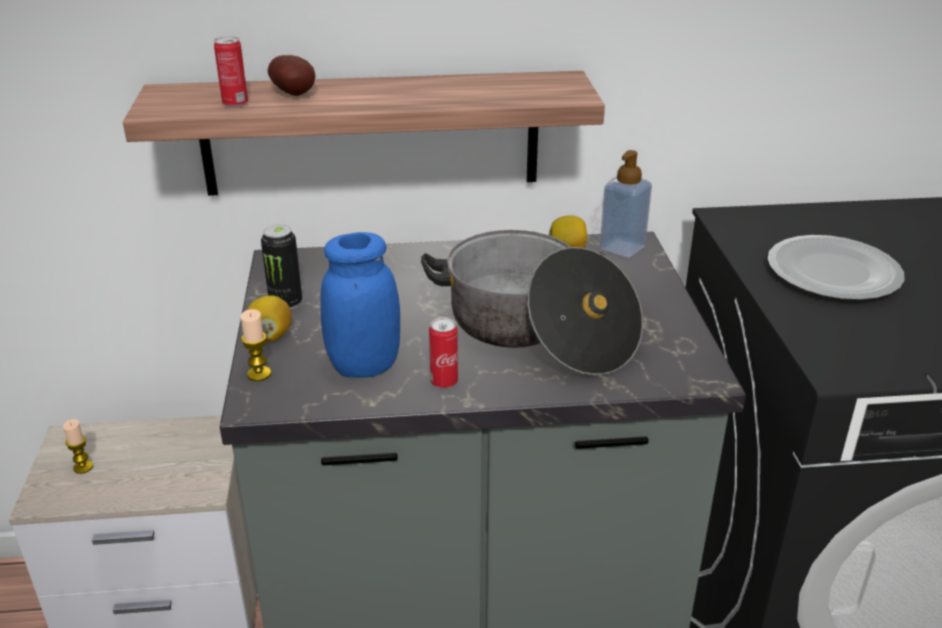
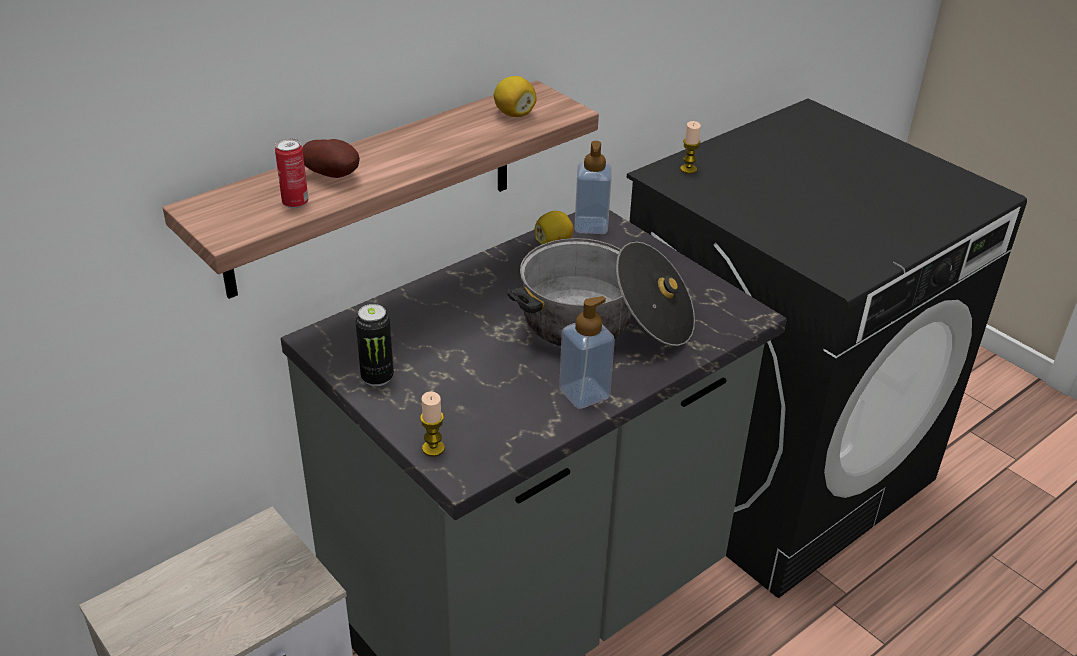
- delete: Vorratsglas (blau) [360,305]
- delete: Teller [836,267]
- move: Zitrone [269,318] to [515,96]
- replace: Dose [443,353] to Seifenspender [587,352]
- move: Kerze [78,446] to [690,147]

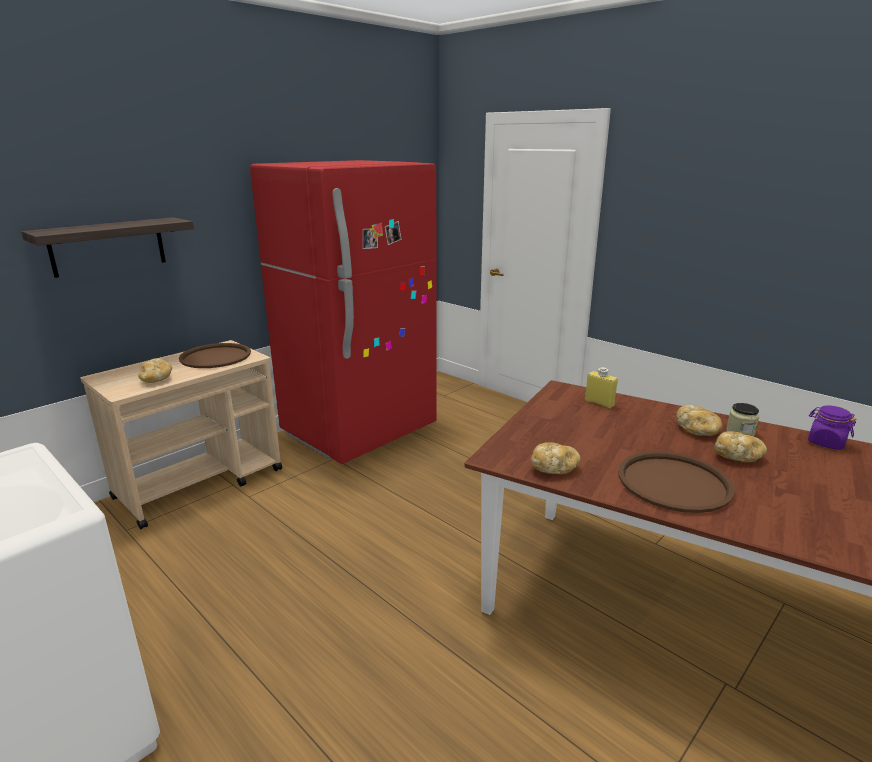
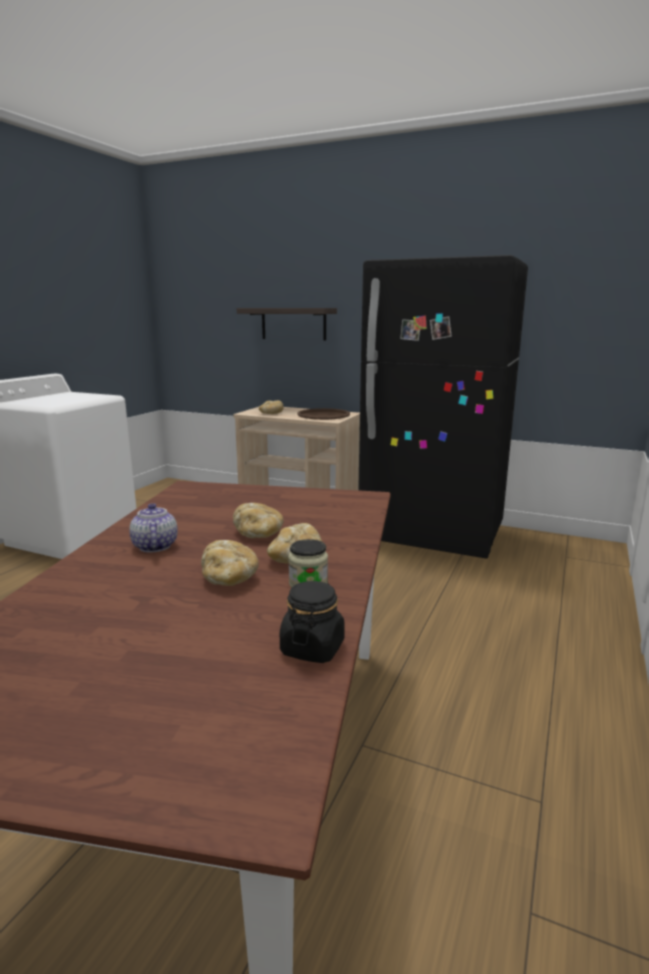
- recolor: Kühlschrank (rot) [343,312] to Kühlschrank (schwarz) [443,407]
- delete: Flasche (gelb) [601,387]
- recolor: Vorratsglas (lila) [832,427] to Vorratsglas (schwarz) [312,622]
- move: Brot [556,458] to [258,520]
- replace: Tablett (braun) [676,482] to Teekanne [153,527]

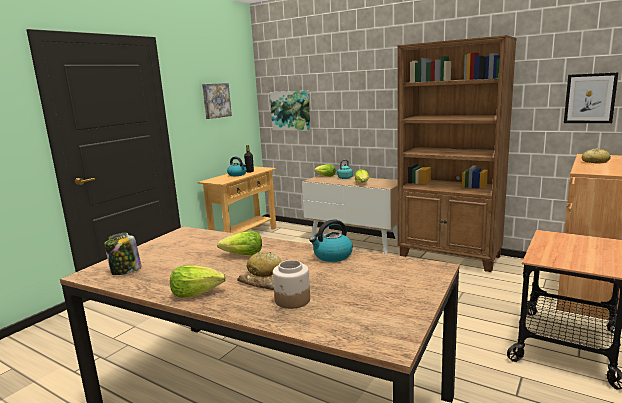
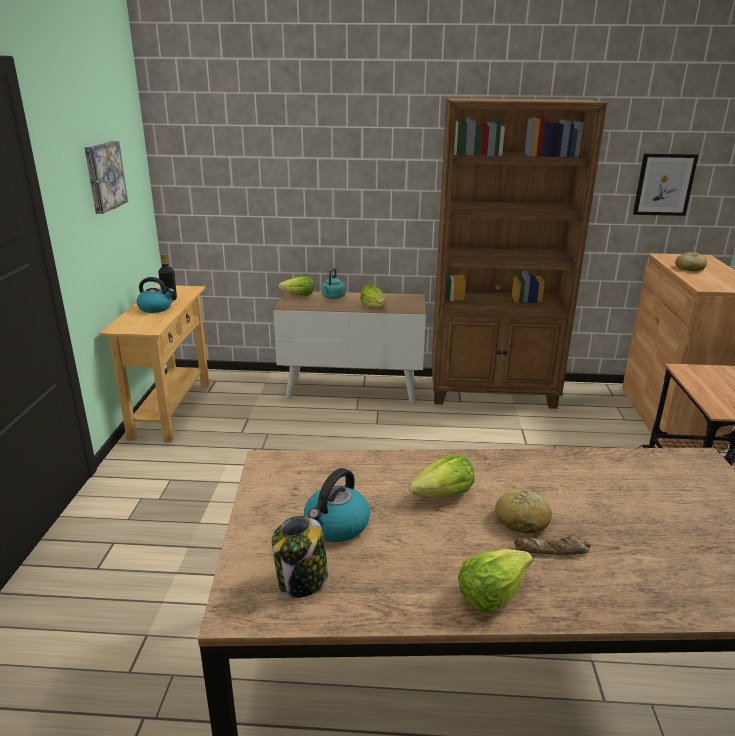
- delete: Bild [290,111]
- move: Wasserkessel [331,240] to [337,505]
- delete: Vorratsglas [291,284]

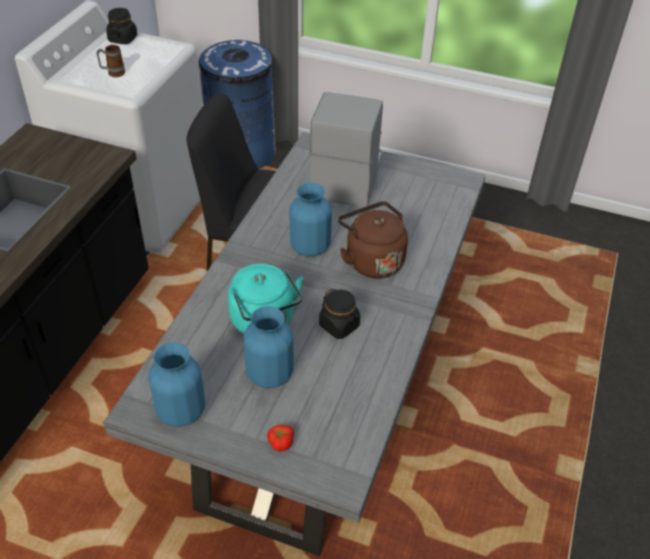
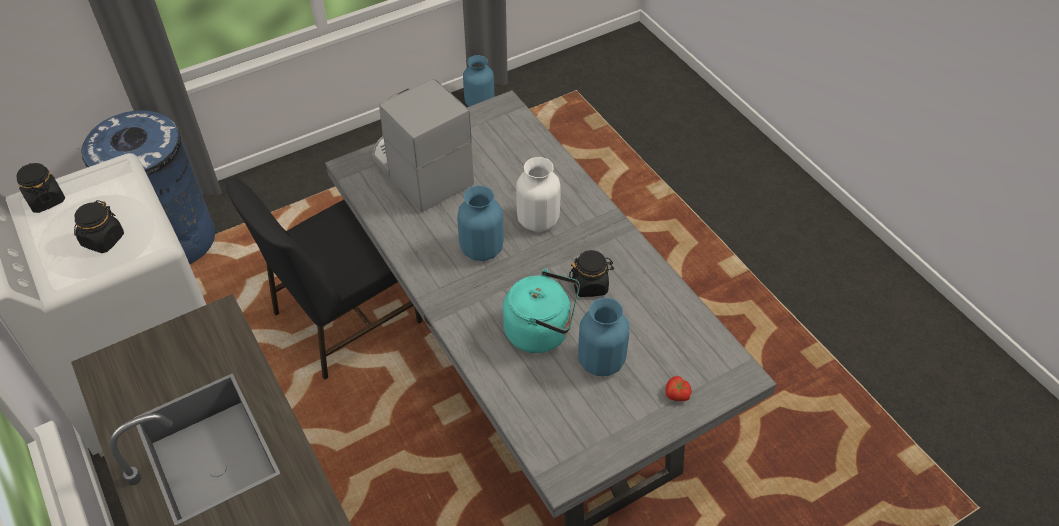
- replace: Henkelbecher [110,61] to Vorratsglas (schwarz) [99,226]
- replace: Wasserkessel (braun) [373,239] to Vase (weiß) [538,194]
- move: Vase (blau) [176,384] to [478,81]

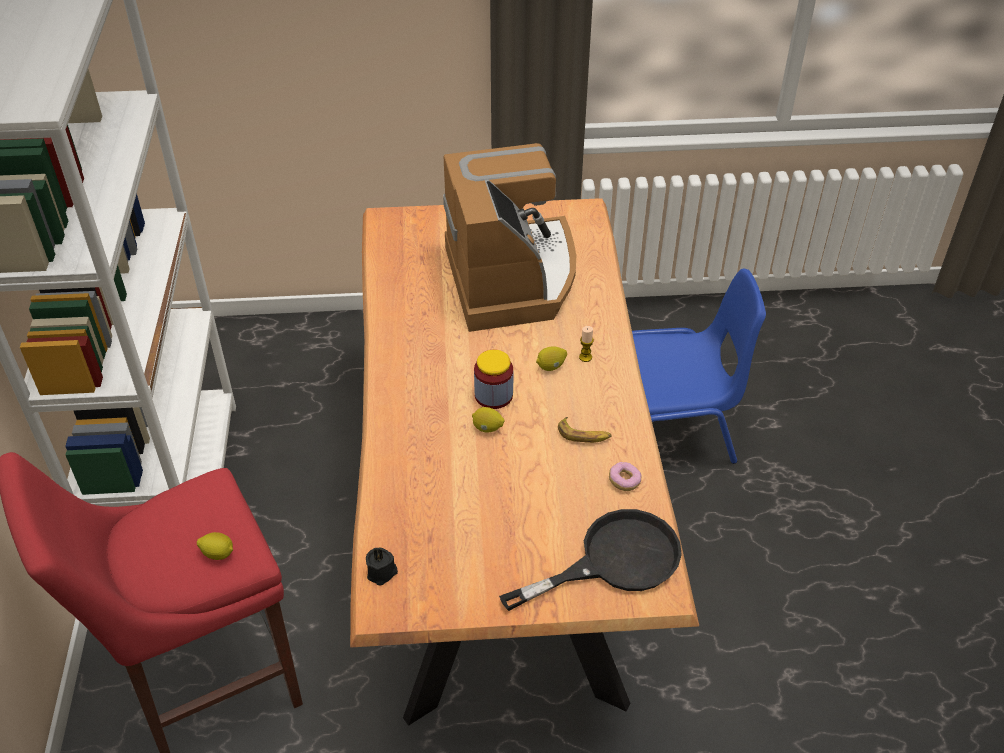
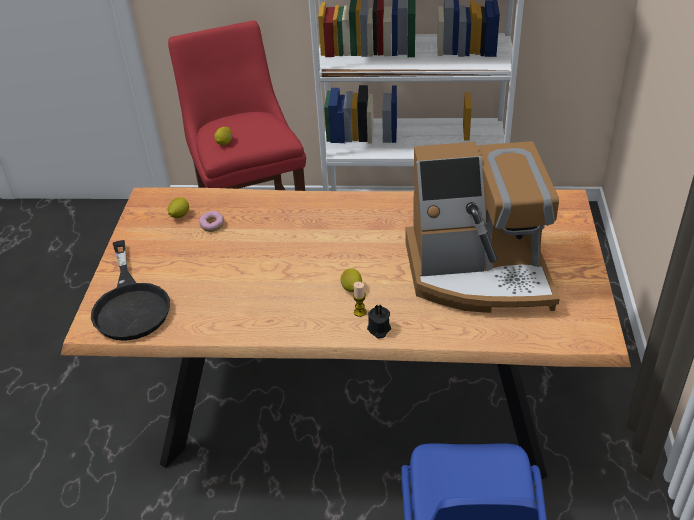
- delete: Vorratsglas [493,379]
- move: Zitrone [488,419] to [178,207]
- delete: Banane [585,430]
- move: Donut [625,476] to [211,221]
- move: Kerze (schwarz) [382,566] to [379,321]

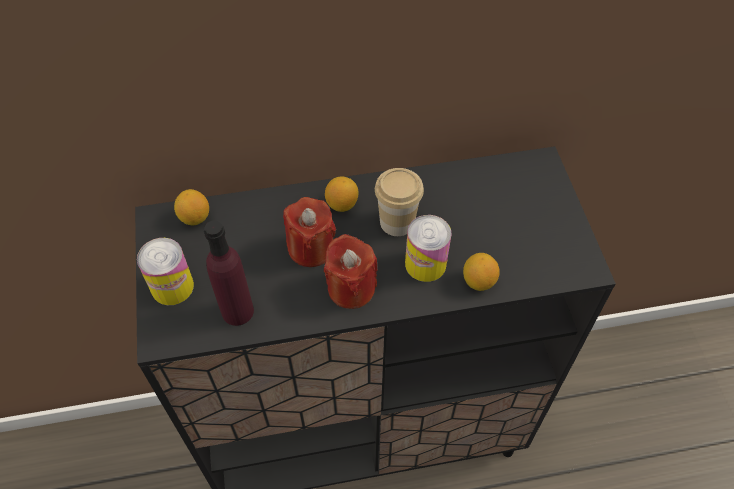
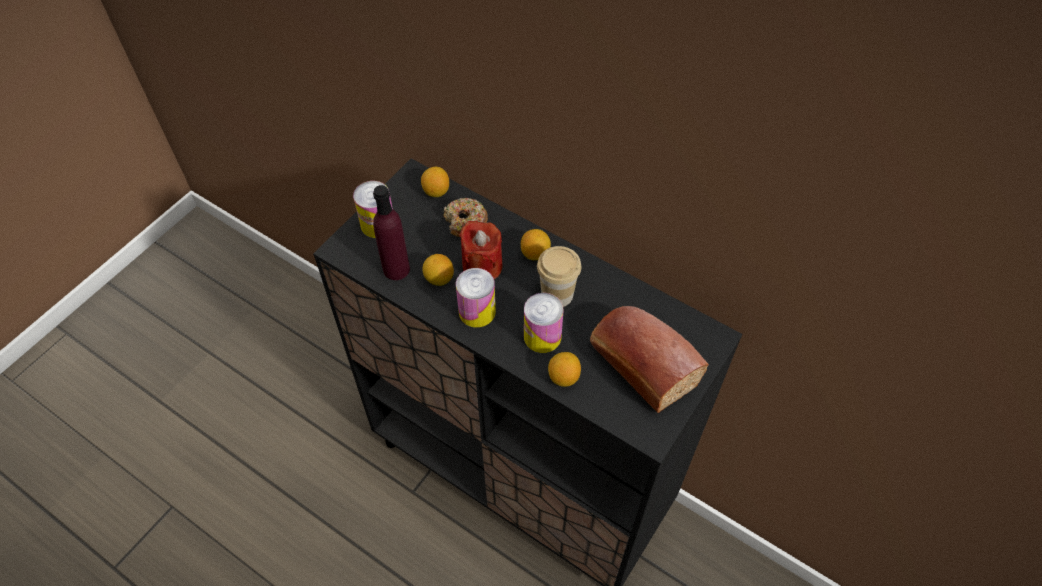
- replace: Kerze (rot) [351,271] to Dose [476,298]
- insert: Donut [465,217]
- insert: Zitrone [438,270]
- insert: Brot [649,359]

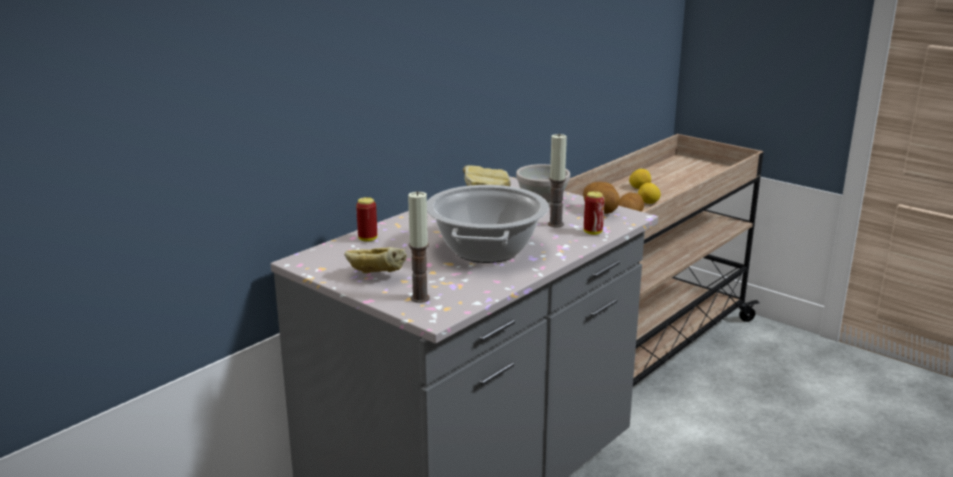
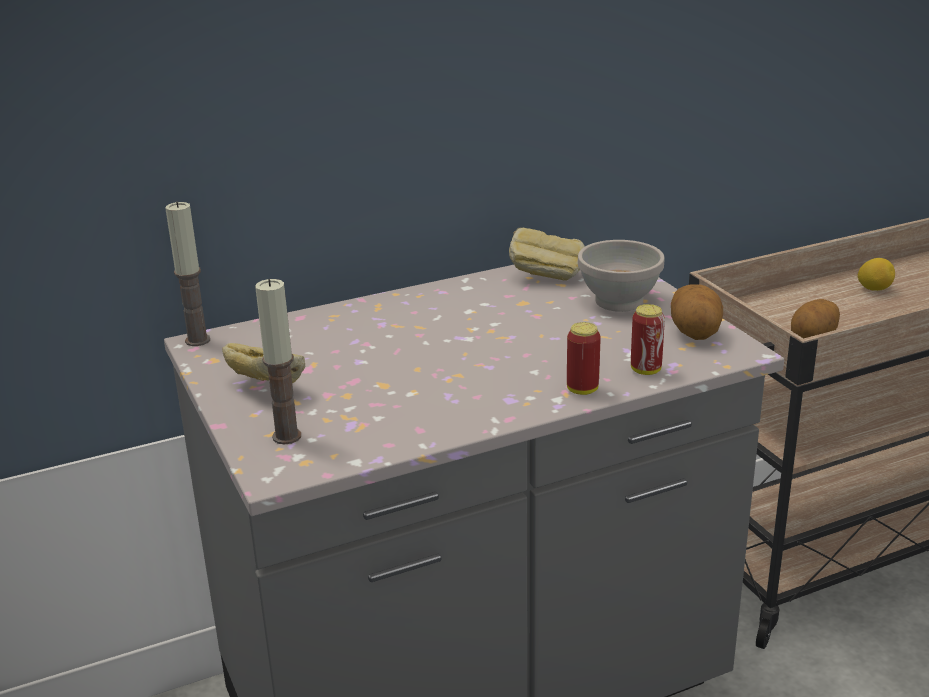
- move: Kerze [557,180] to [187,274]
- delete: Zitrone [649,193]
- delete: Kochtopf [488,224]
- move: Dose [366,219] to [584,358]

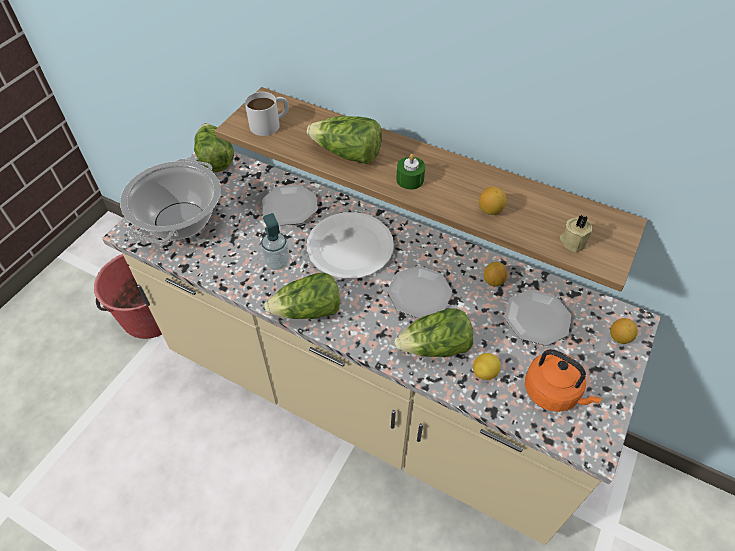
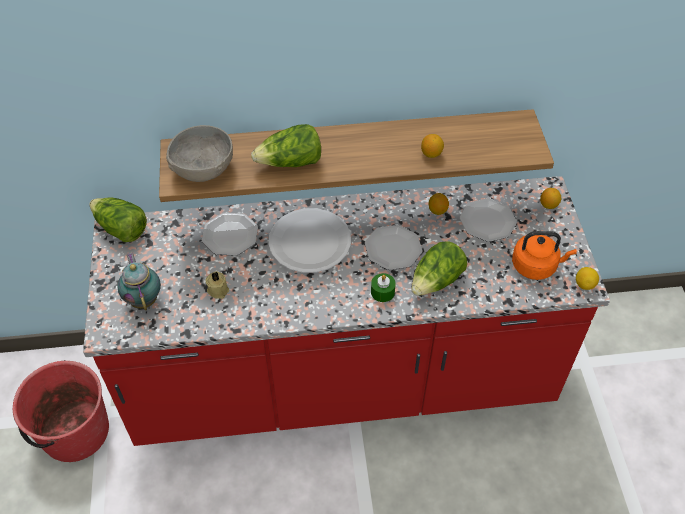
- replace: Henkelbecher (weiß) [267,114] to Schüssel (grau) [199,153]
- recolor: Küchenzeile (beige) [381,348] to Küchenzeile (rot) [346,311]
- move: Kerze (grün) [410,172] to [383,287]
- replace: Kochtopf [170,201] to Teekanne [139,281]
- delete: Seifenspender [275,241]
- move: Kerze (beige) [576,234] to [217,285]
- delete: Salatkopf [302,296]
- move: Zitrone [487,366] to [587,278]

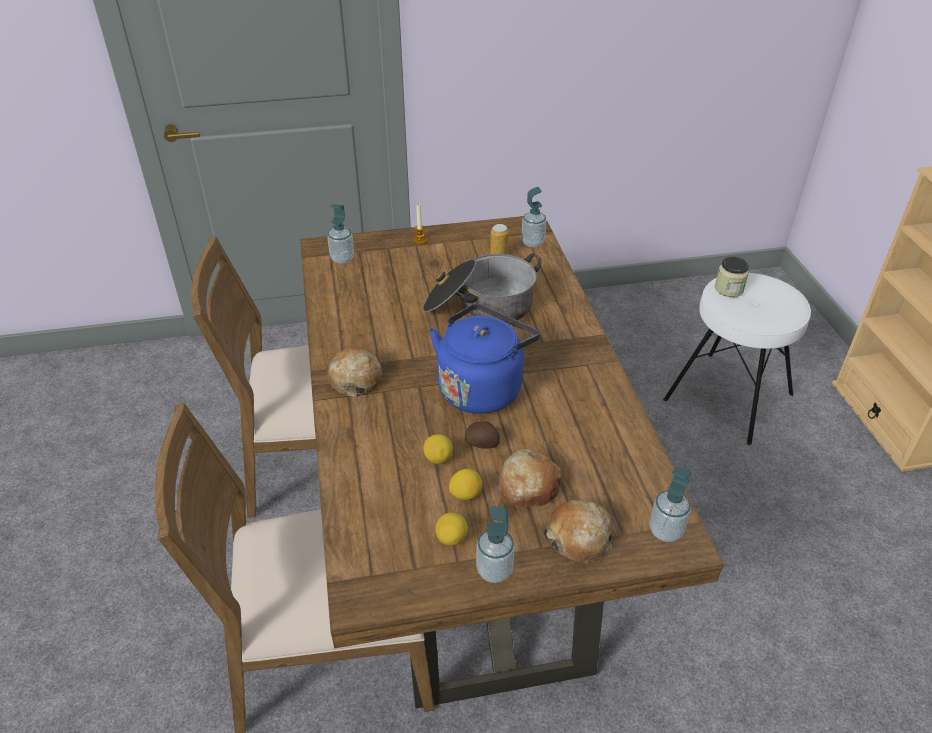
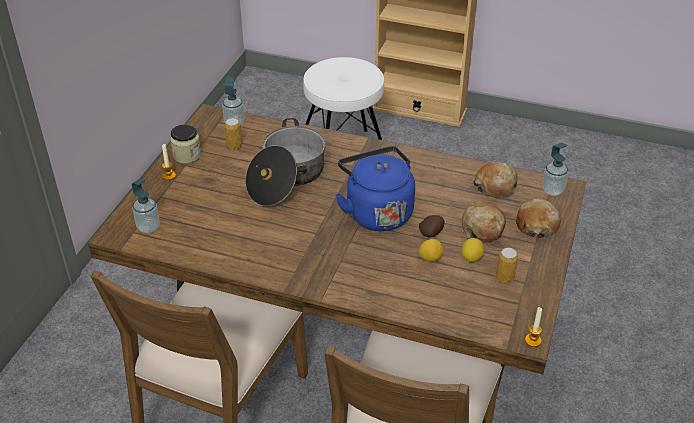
- move: Vorratsglas [732,277] to [185,144]
- move: Brot [354,372] to [495,180]
- delete: Seifenspender [495,544]
- replace: Zitrone [451,528] to Dose [507,265]
- insert: Kerze [533,327]

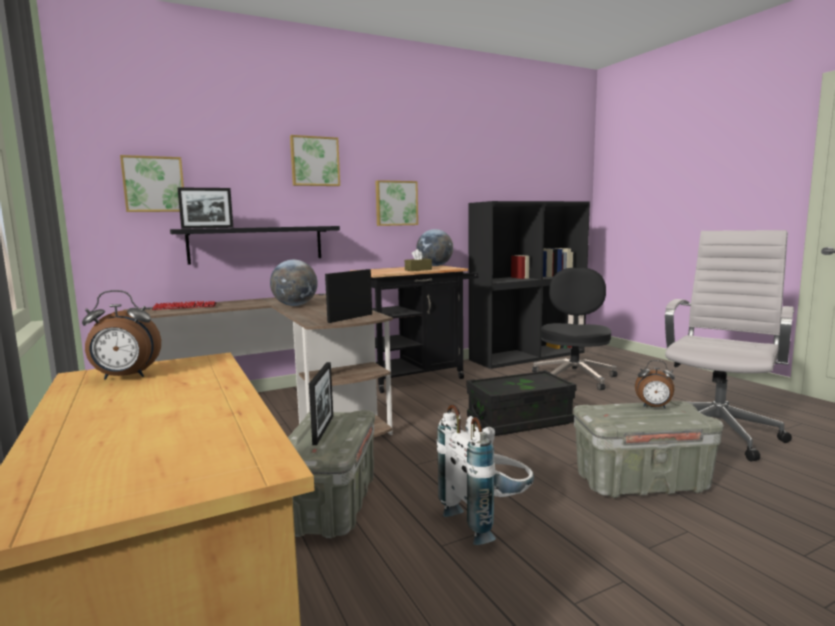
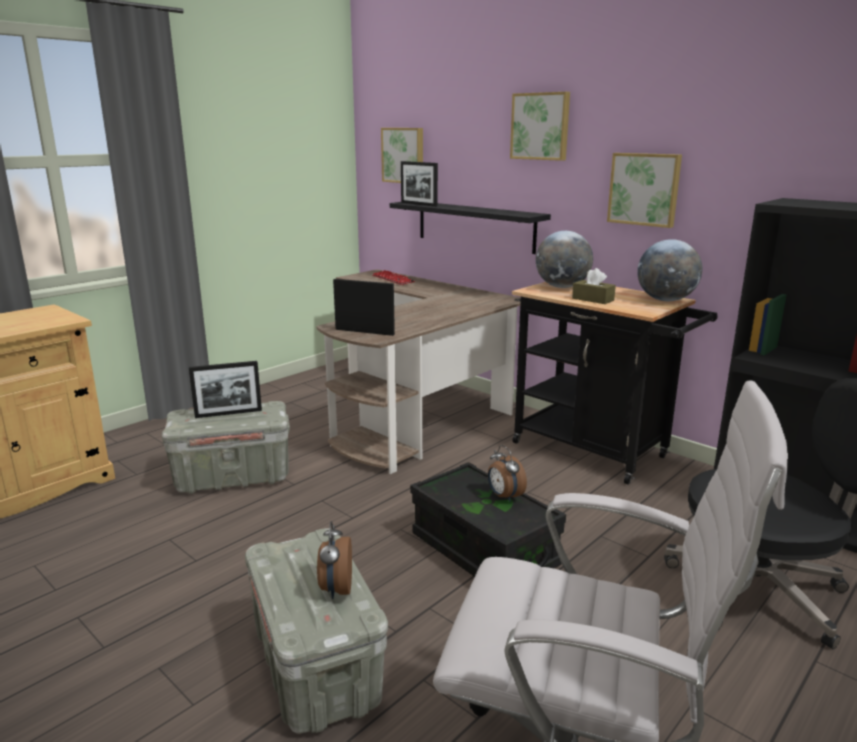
- move: Globus [294,283] to [564,259]
- move: Wecker [121,335] to [507,473]
- delete: Rucksack (weiß) [485,475]

